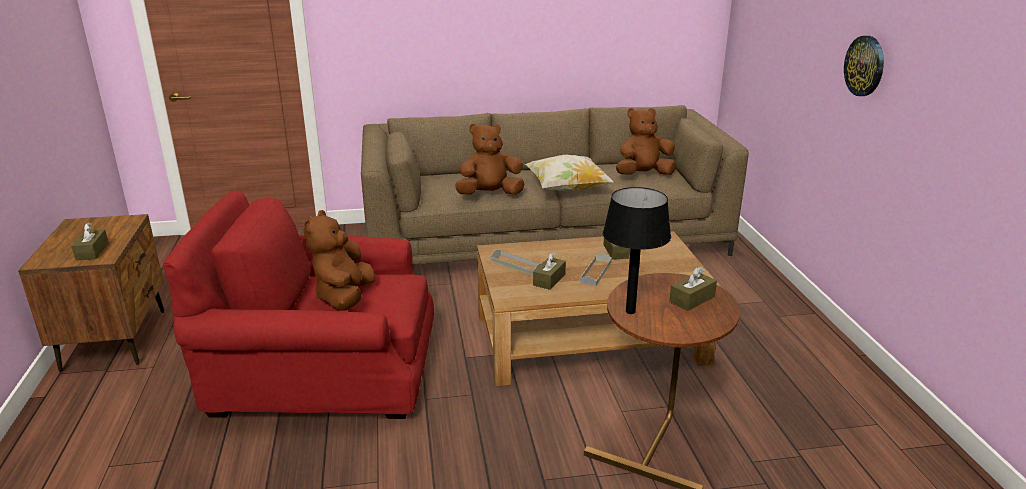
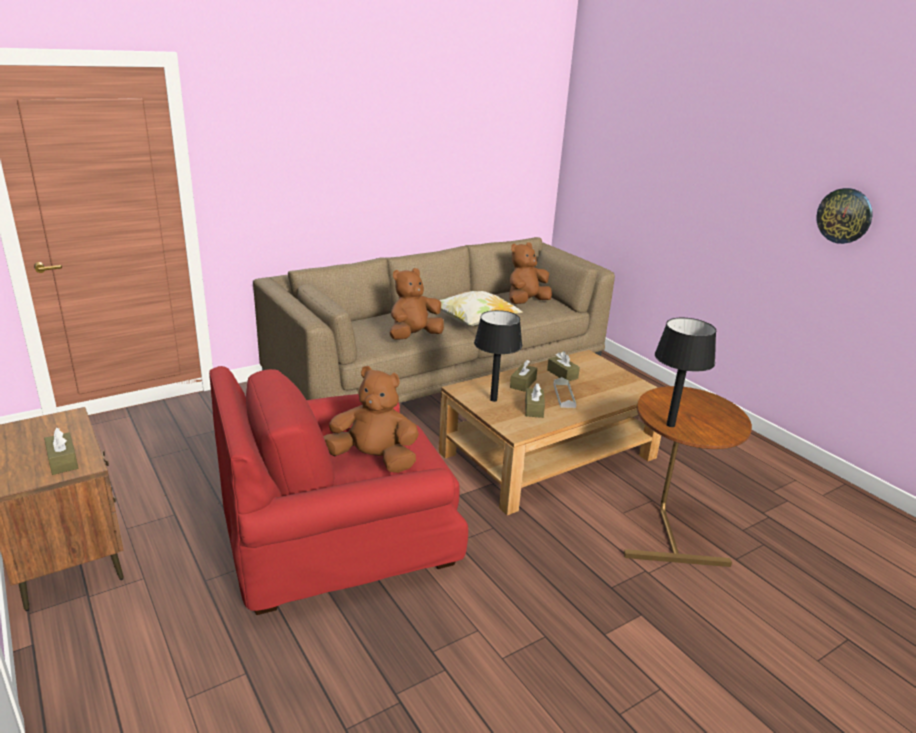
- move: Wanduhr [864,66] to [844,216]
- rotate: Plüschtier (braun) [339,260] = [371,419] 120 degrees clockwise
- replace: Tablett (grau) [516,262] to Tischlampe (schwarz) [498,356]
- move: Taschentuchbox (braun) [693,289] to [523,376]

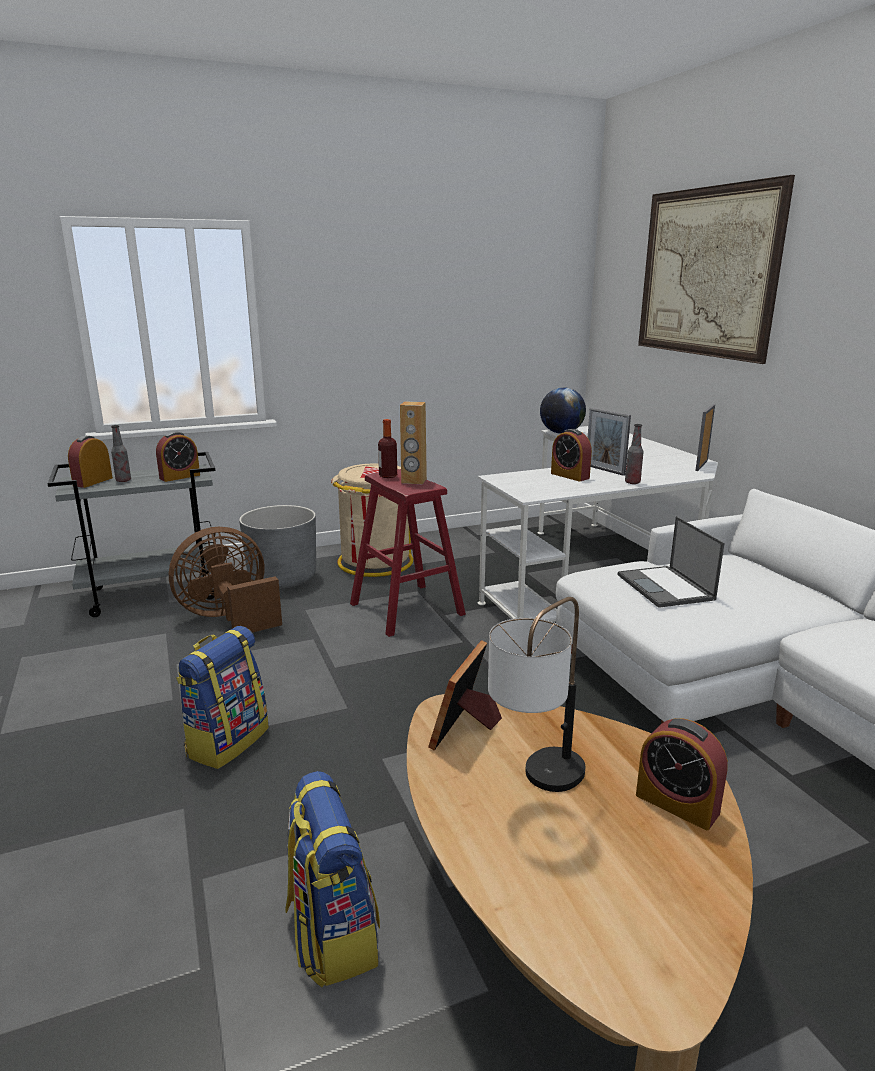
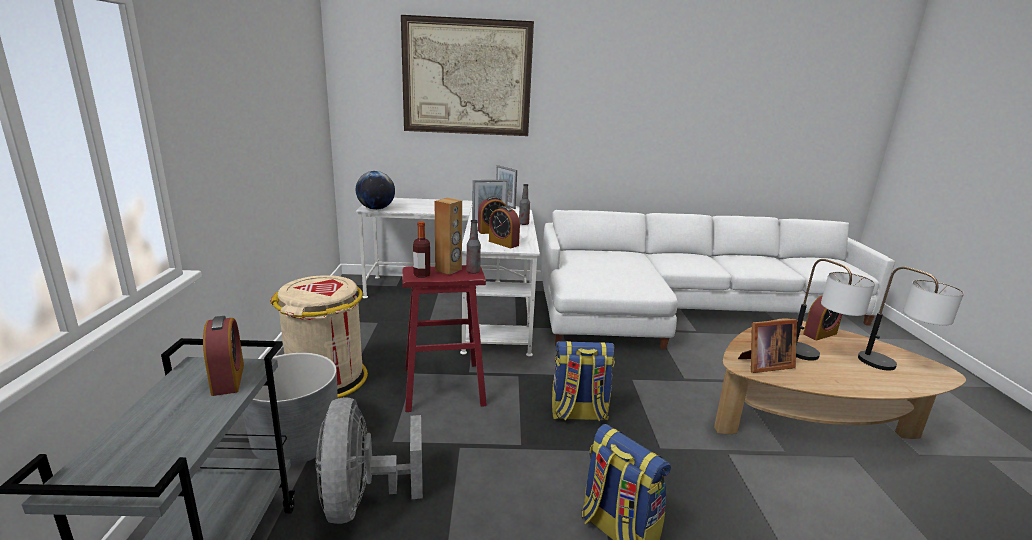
- move: Flasche [121,453] to [473,247]
- move: Wecker [90,461] to [504,227]
- delete: Laptop [671,562]
- recolor: Ventilator (braun) [225,580] to Ventilator (grau) [369,460]
- rotate: Bilderrahmen [465,695] = [767,346] 60 degrees counterclockwise
- move: Rucksack [332,879] to [583,381]
- insert: Tischlampe [911,319]

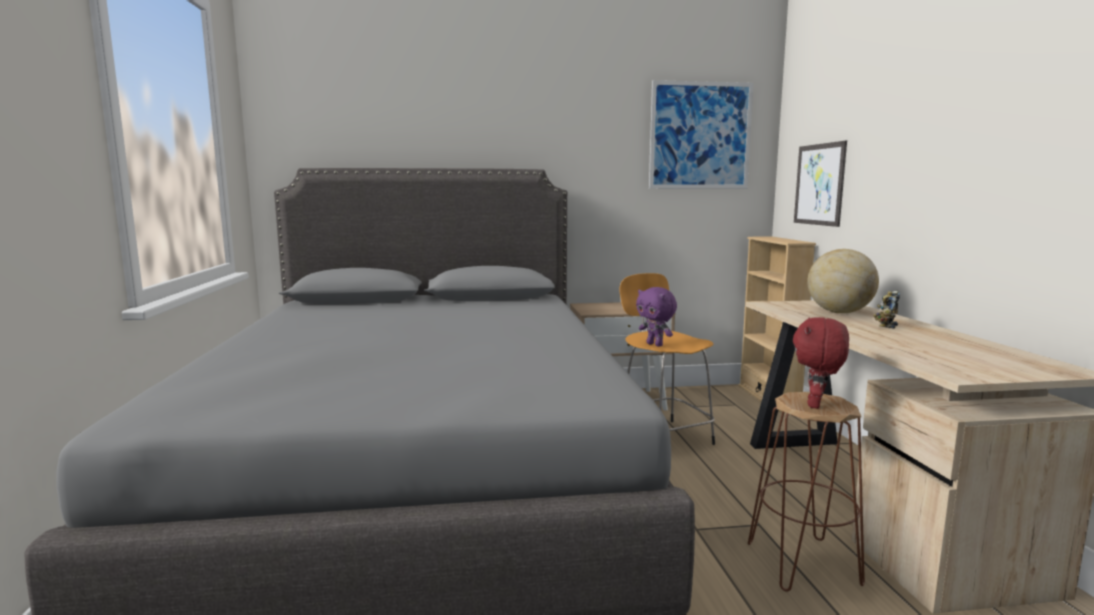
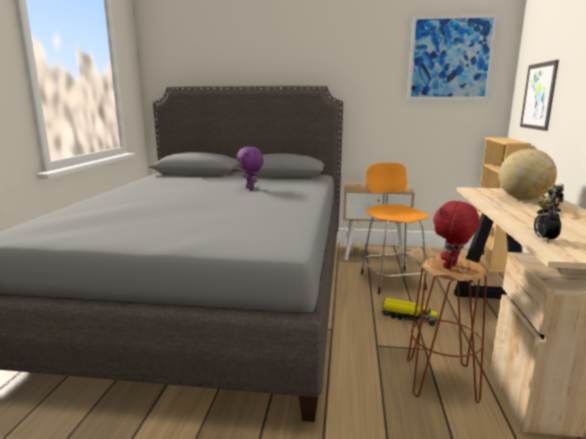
- move: Plüschtier (lila) [656,317] to [250,168]
- insert: Wecker [547,223]
- insert: Spielzeuglaster [409,312]

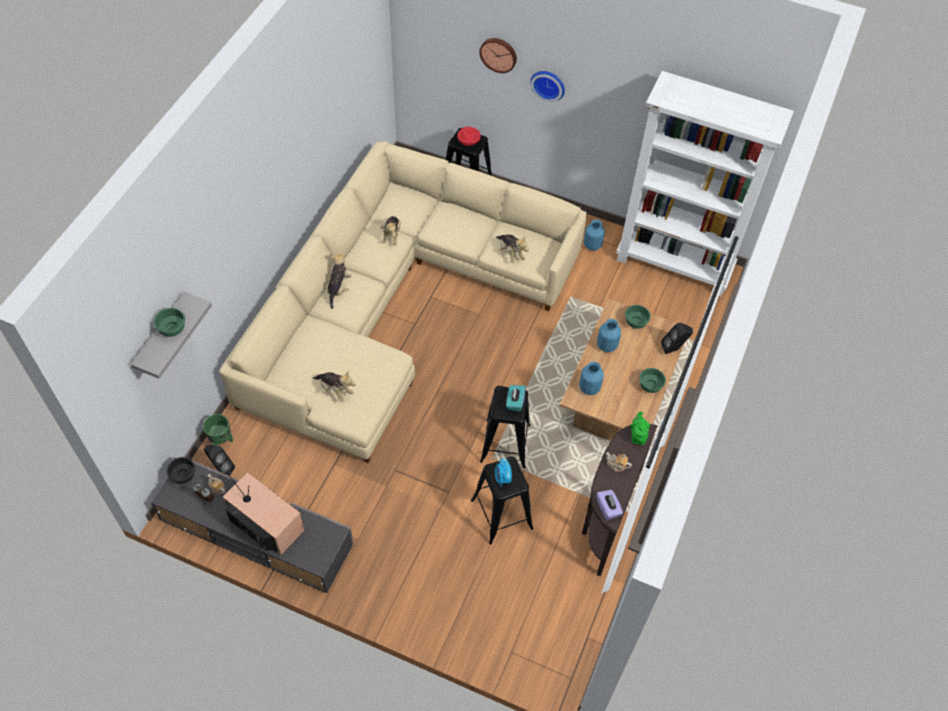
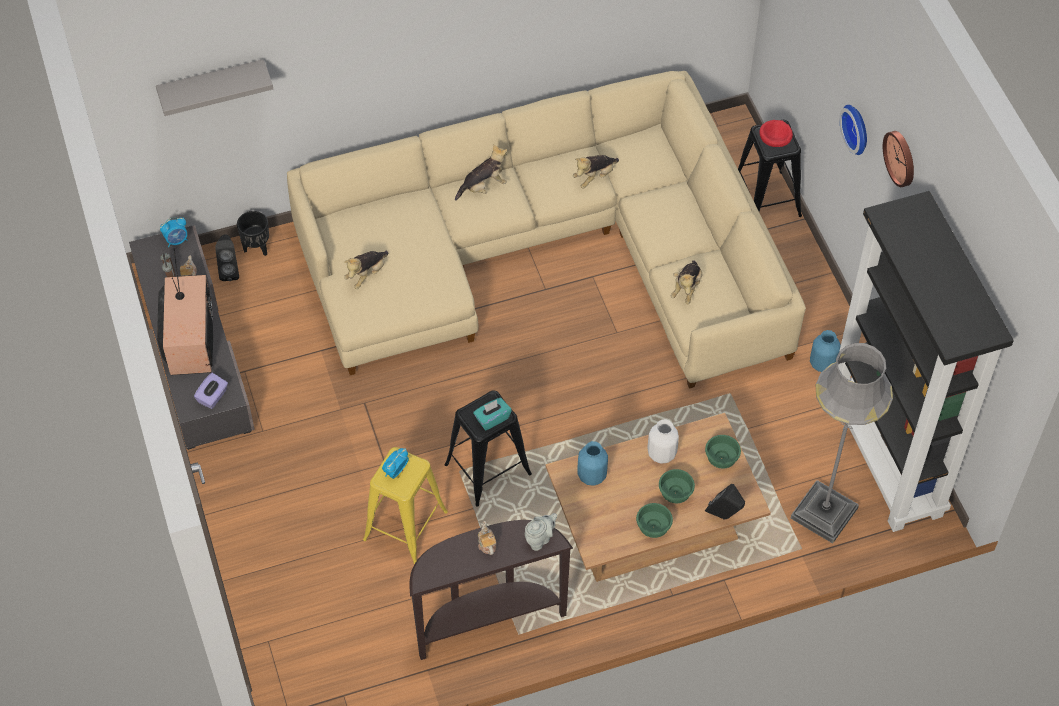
- move: Wanduhr [498,55] to [898,159]
- recolor: Bücherregal (weiß) [705,184] to Bücherregal (schwarz) [926,361]
- move: Schüssel (grün) [169,322] to [677,486]
- recolor: Vase (blau) [609,335] to Vase (weiß) [663,441]
- rotate: Plüschtier [334,387] = [366,270] 45 degrees clockwise
- recolor: Teekanne (grün) [640,428] to Teekanne (grau) [541,532]
- recolor: Pflanzkübel (grün) [218,430] to Pflanzkübel (schwarz) [253,233]
- replace: Schüssel (schwarz) [181,470] to Wecker [173,232]
- recolor: Hocker (schwarz) [502,500] to Hocker (gelb) [405,505]
- move: Taschentuchbox (lila) [609,505] to [211,391]
- insert: Stehlampe (grau) [841,443]

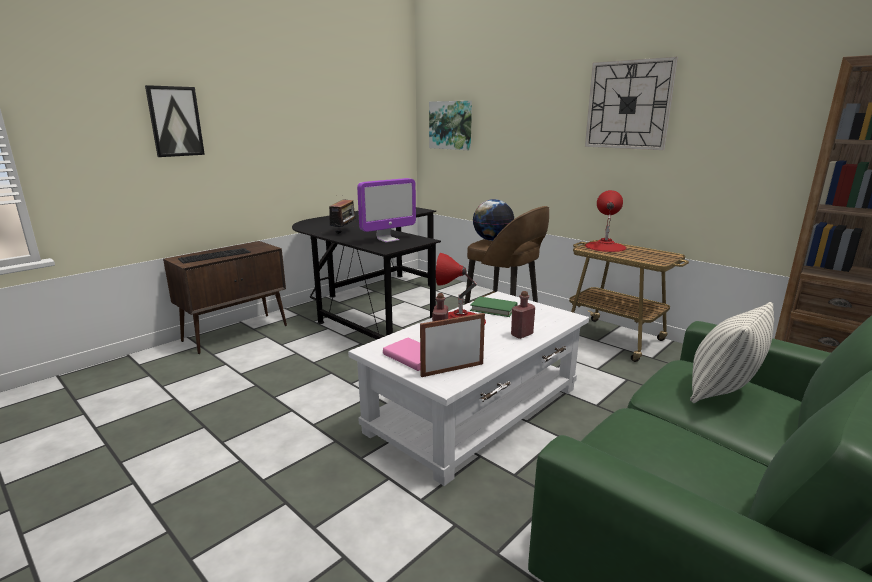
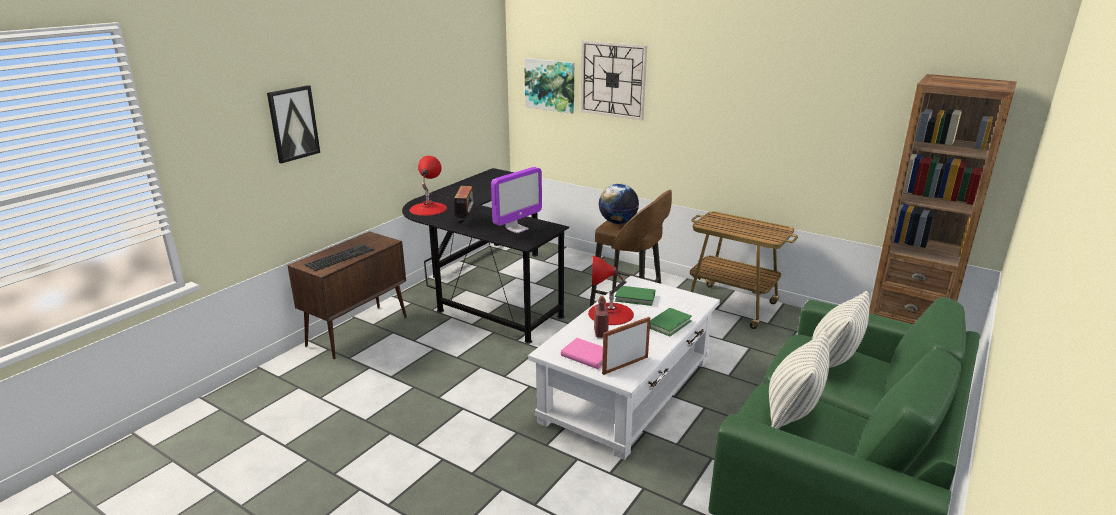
- move: Wanduhr [631,103] to [614,80]
- move: Tischlampe (rot) [606,221] to [428,186]
- replace: Flasche (rot) [523,315] to Buch (grün) [671,322]
- insert: Kissen [799,380]

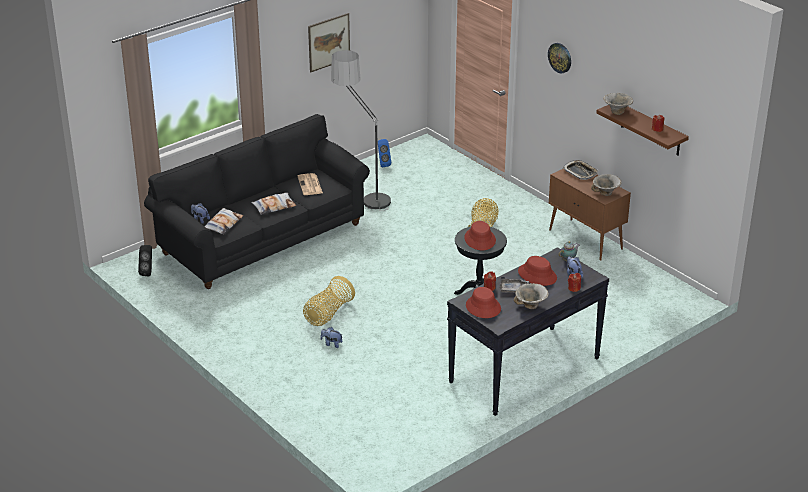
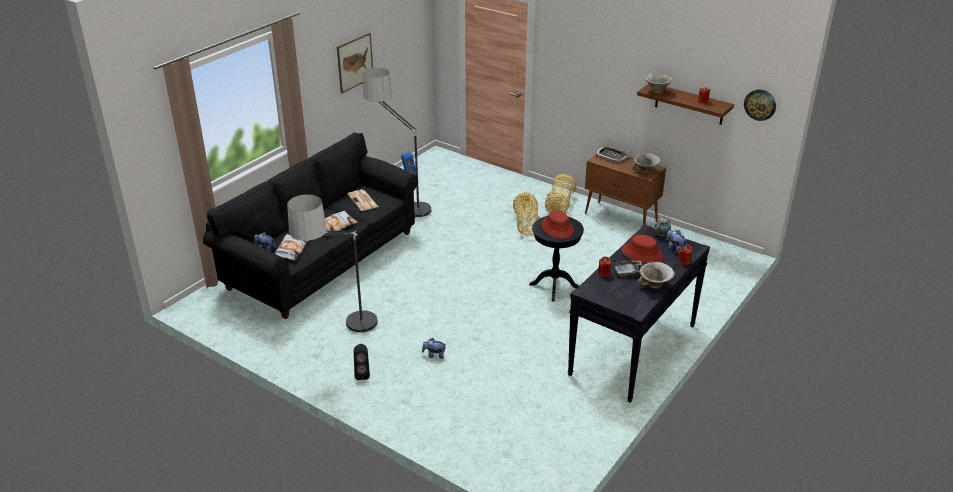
- move: Wanduhr [559,58] to [760,105]
- move: Lautsprecher (schwarz) [145,261] to [362,362]
- move: Korb [329,301] to [561,193]
- delete: Hut (rot) [483,302]
- insert: Stehlampe [332,266]

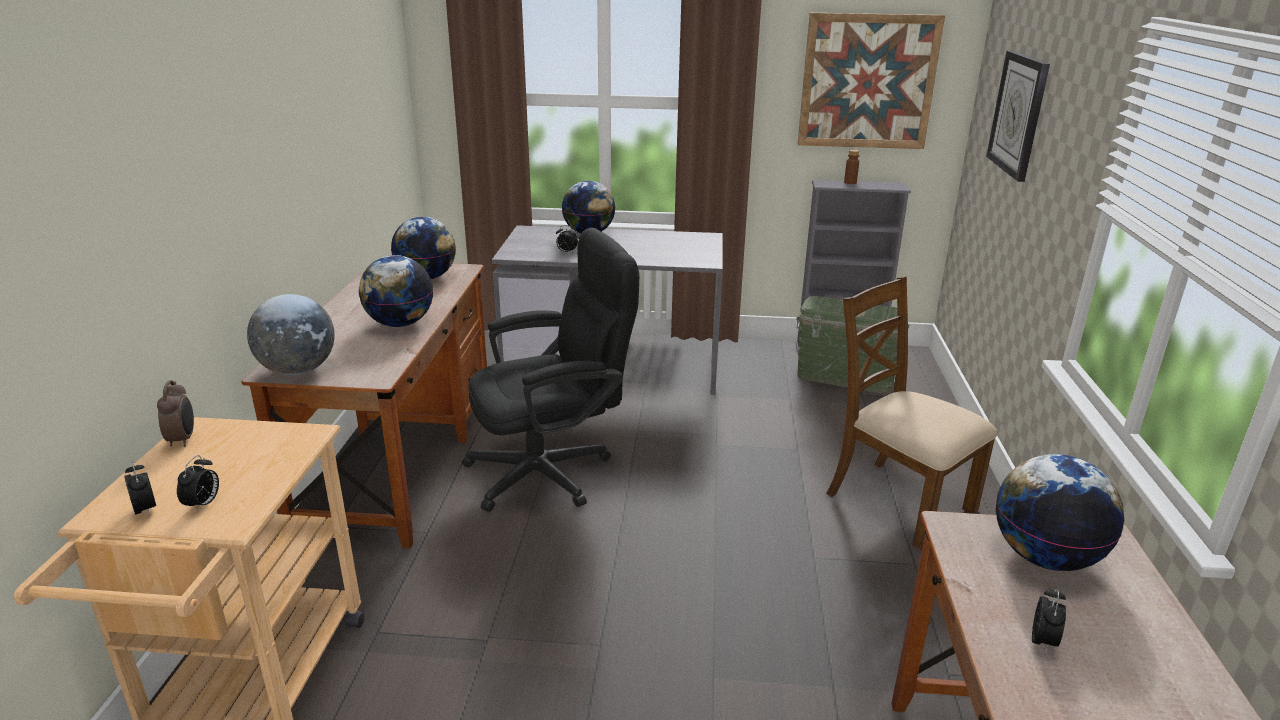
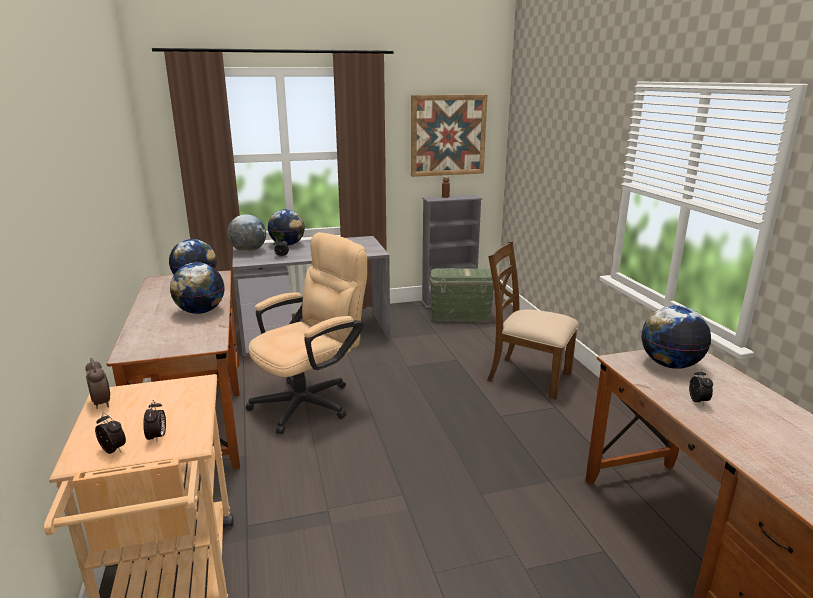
- delete: Wanduhr [1018,116]
- recolor: Bürostuhl (schwarz) [550,370] to Bürostuhl (beige) [306,333]
- move: Globus [291,334] to [246,233]

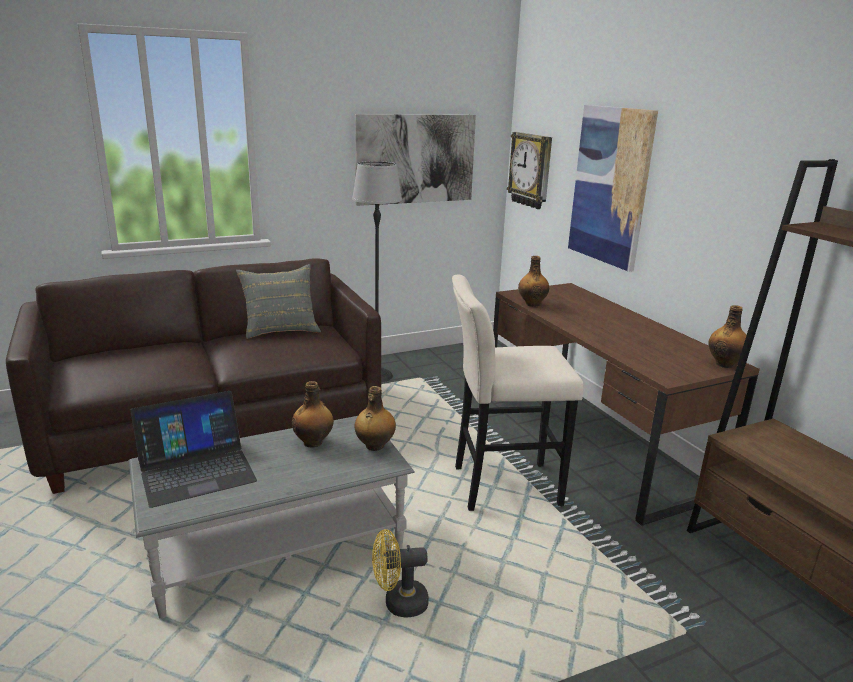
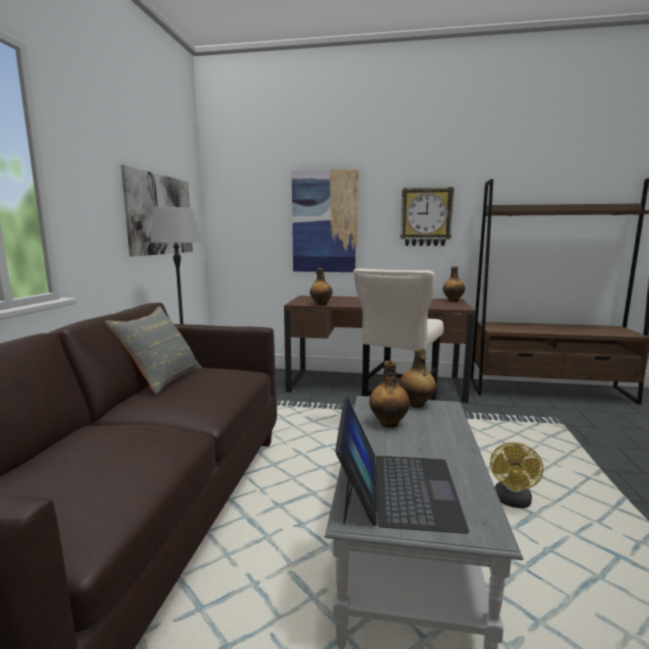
- move: Wanduhr [529,170] to [427,216]

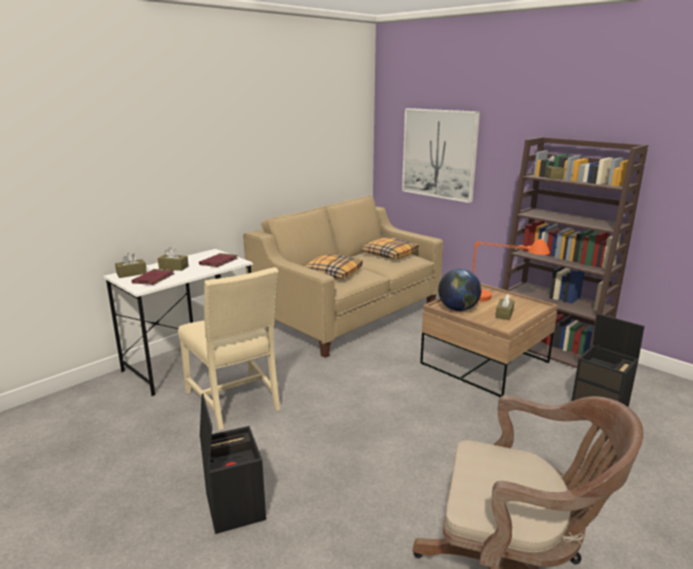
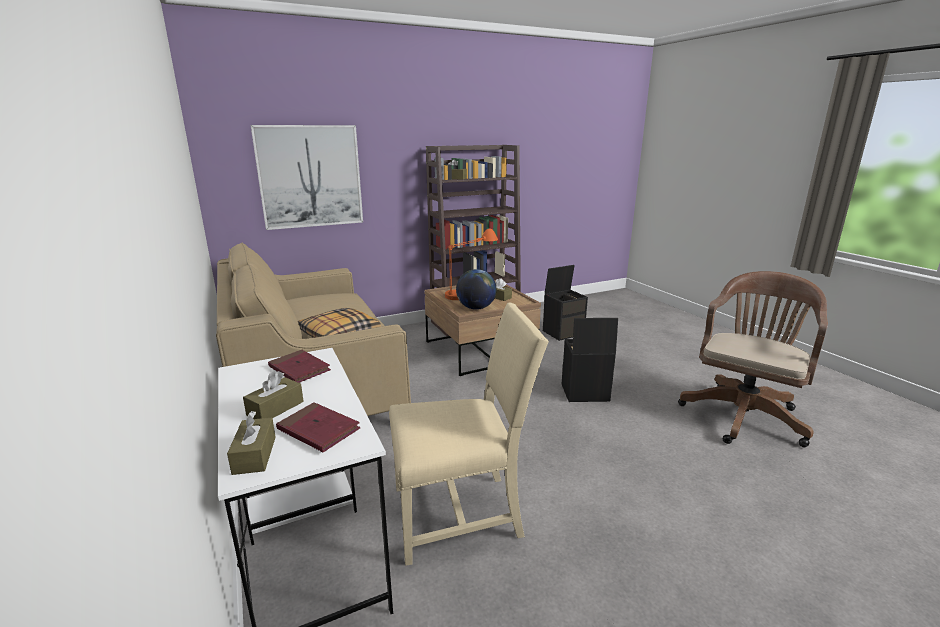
- delete: Kissen [390,248]
- move: Aufbewahrungsbox (schwarz) [233,464] to [590,360]

